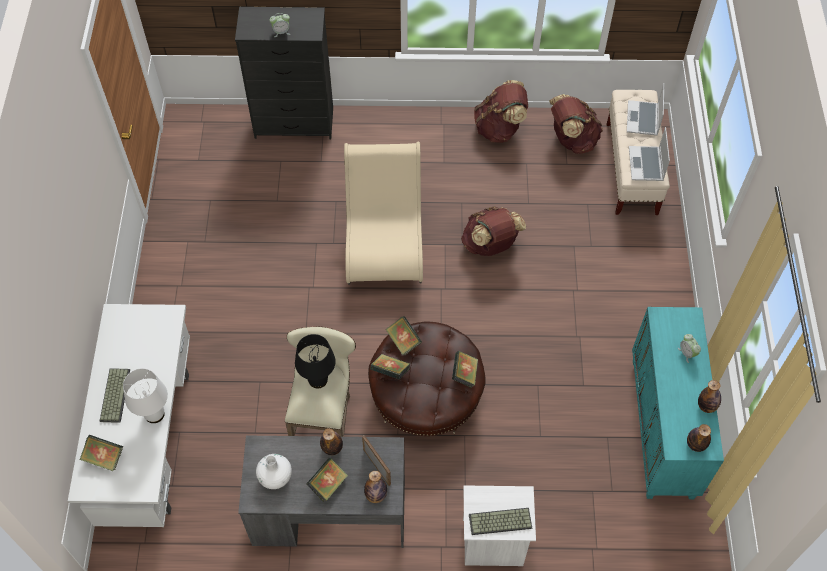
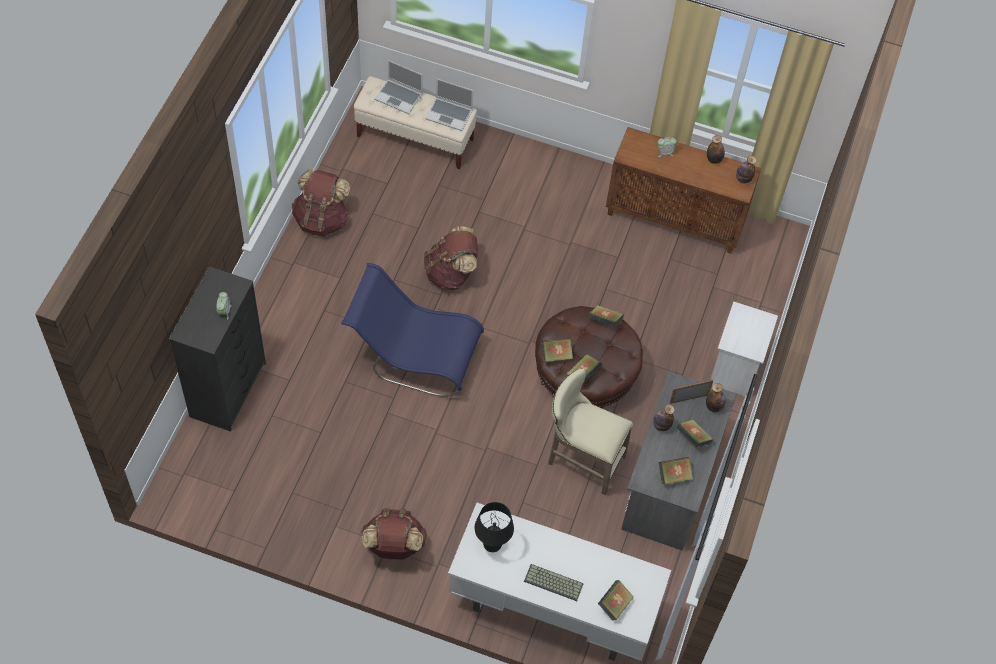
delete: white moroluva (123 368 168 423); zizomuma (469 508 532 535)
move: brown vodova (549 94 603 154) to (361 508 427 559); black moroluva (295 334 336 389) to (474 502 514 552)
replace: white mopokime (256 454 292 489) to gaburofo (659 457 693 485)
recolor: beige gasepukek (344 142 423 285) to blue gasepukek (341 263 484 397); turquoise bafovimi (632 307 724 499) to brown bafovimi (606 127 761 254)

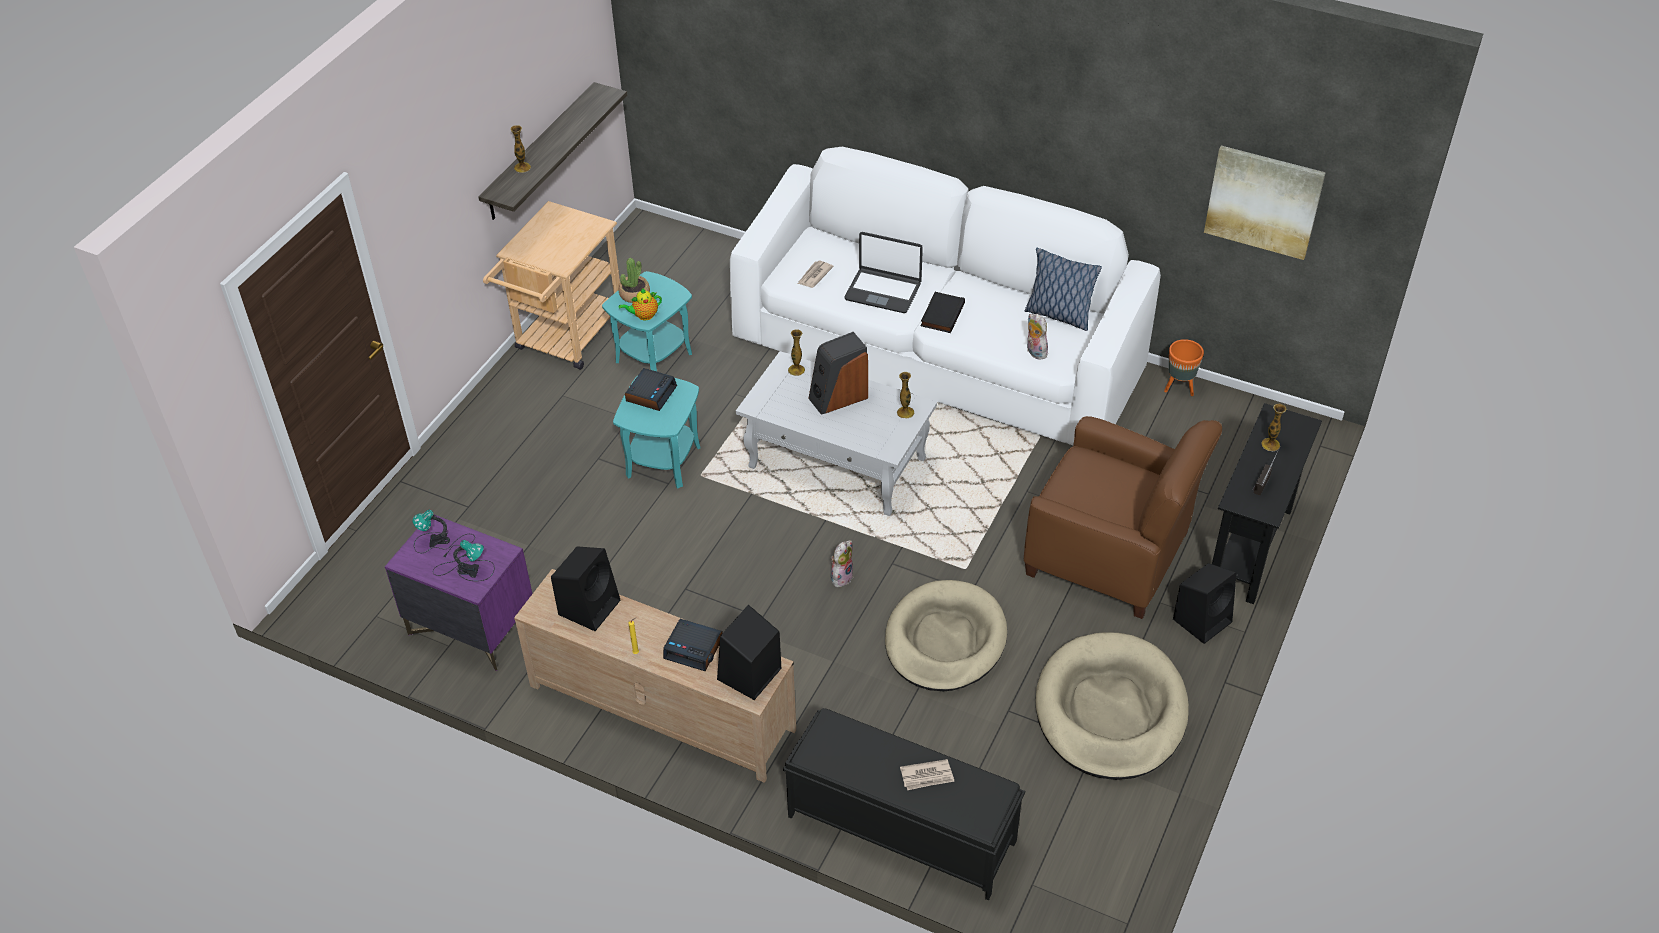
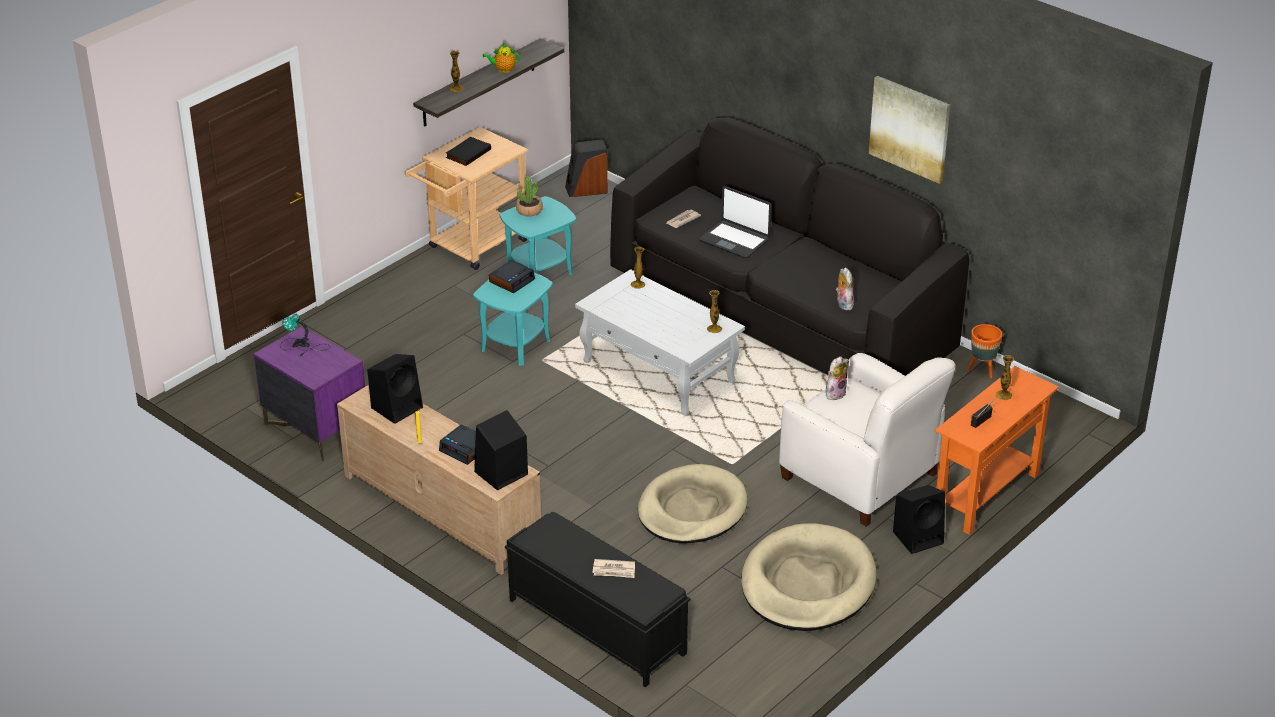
delete: moroluva (433 540 495 581); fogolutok (1024 248 1102 331)
move: black gaburofo (921 292 965 333) to (446 137 491 166); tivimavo (619 288 662 320) to (483 43 520 73); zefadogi (808 332 868 415) to (565 139 608 197); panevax (831 540 854 588) to (826 356 849 400); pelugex (1204 146 1326 260) to (869 76 950 184)
recolor: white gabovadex (730 147 1161 445) to black gabovadex (610 117 969 378); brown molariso (1024 416 1222 619) to white molariso (779 353 955 527); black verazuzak (1212 403 1322 604) to orange verazuzak (935 366 1059 535)

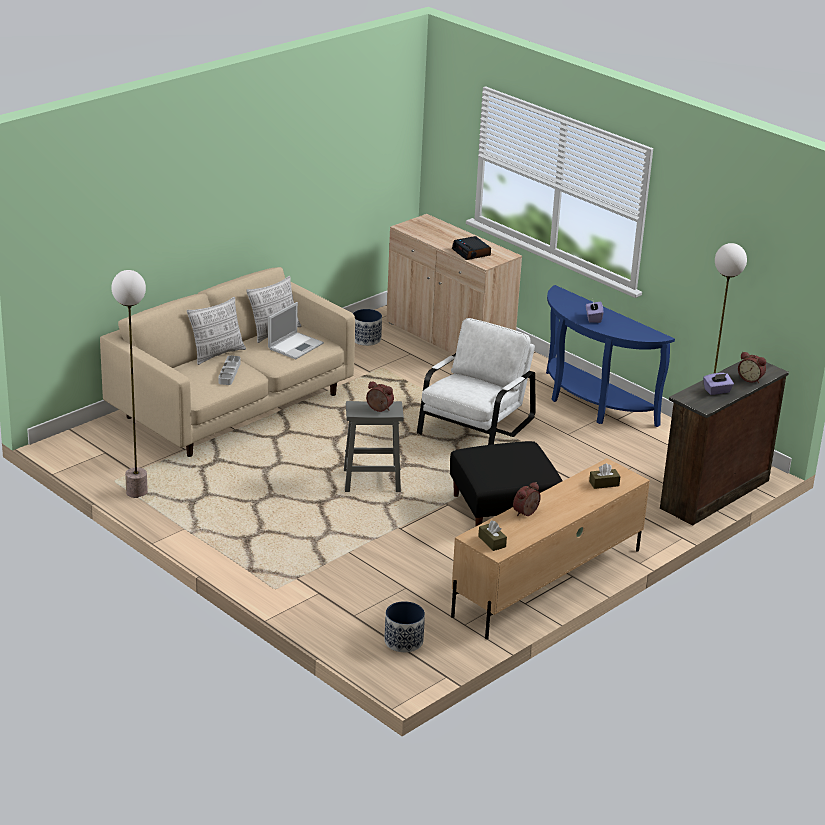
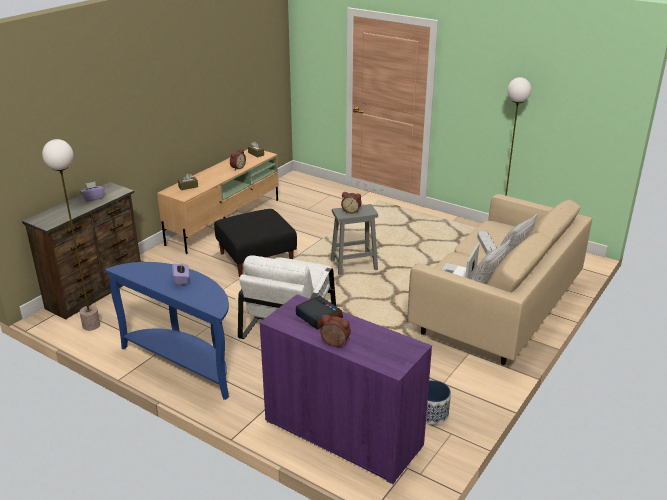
delete: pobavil (384 601 425 652)
move: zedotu (738 352 766 383) to (320 315 351 347)
recolor: beige bafovimi (386 214 522 355) to purple bafovimi (259 294 432 484)

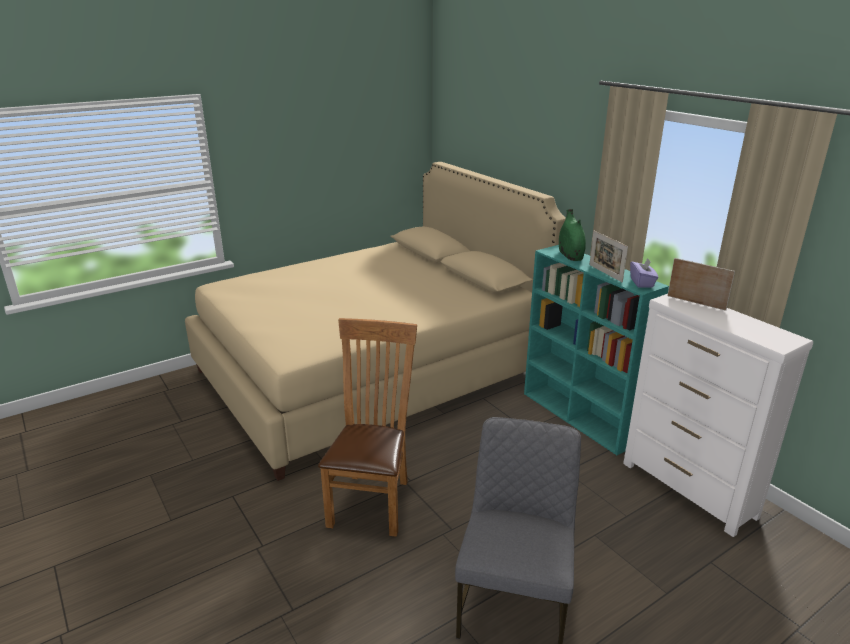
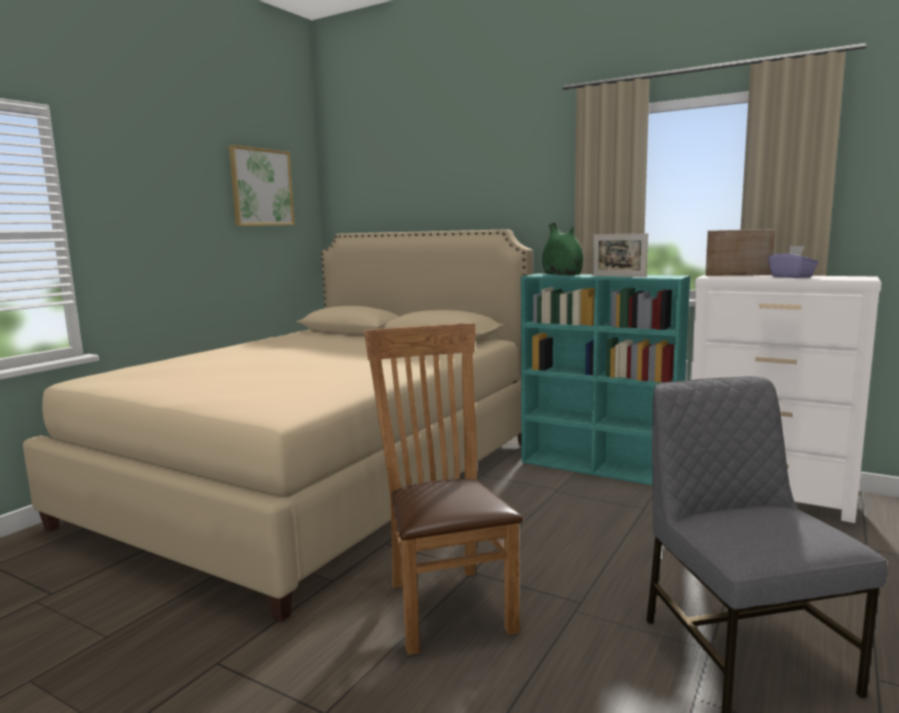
insert: pelugex (229 145 295 226)
move: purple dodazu (630 258 658 288) to (768 246 819 278)

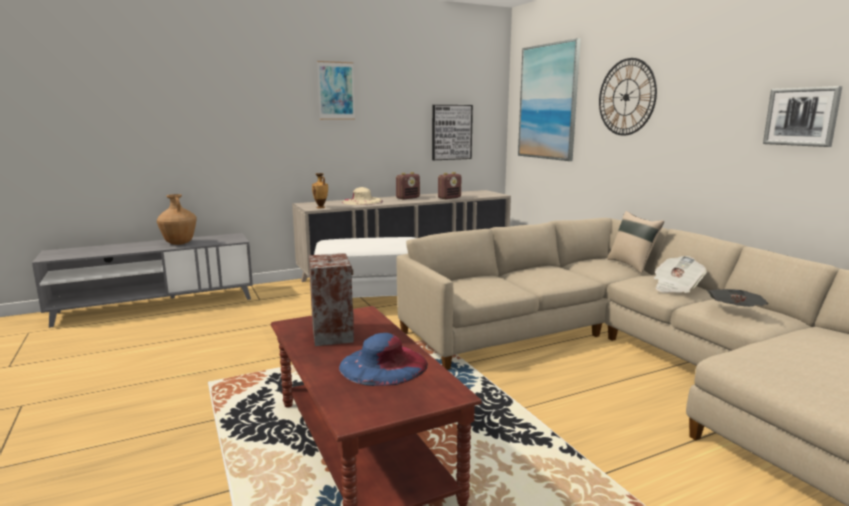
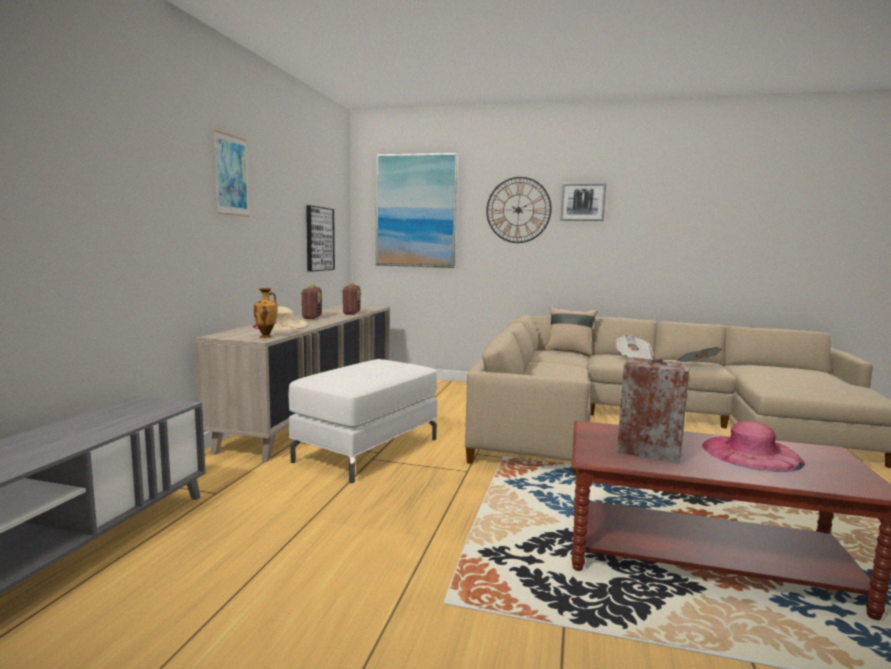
delete: brown mopokime (157 194 197 245)
move: pelugex (763 86 842 147) to (560 183 606 221)
recolor: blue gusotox (339 333 428 386) to pink gusotox (702 421 805 472)

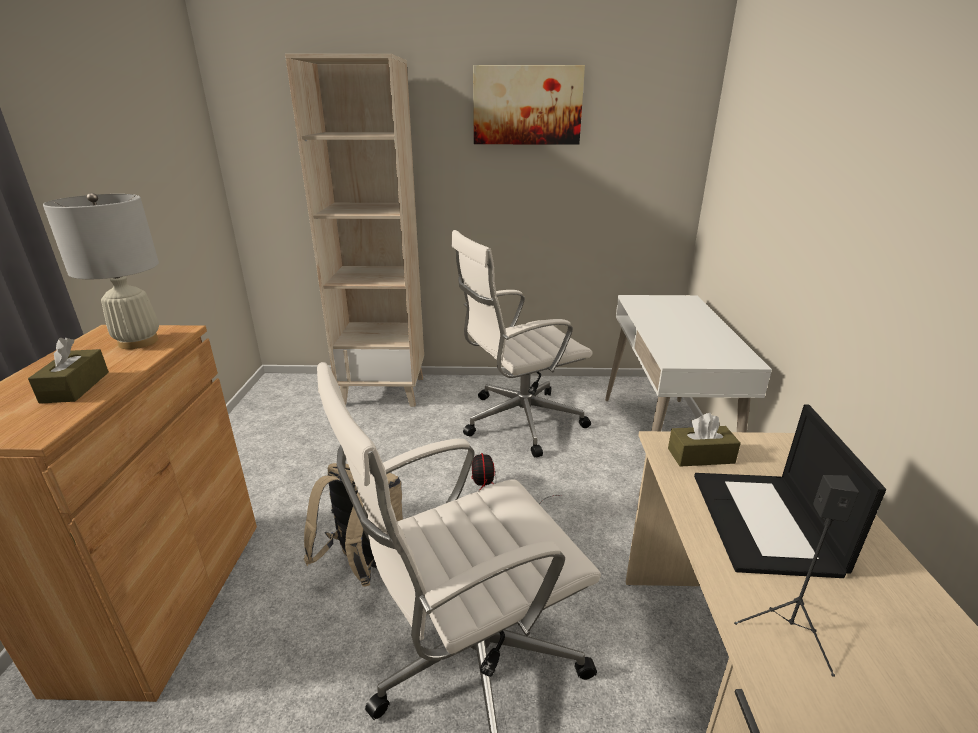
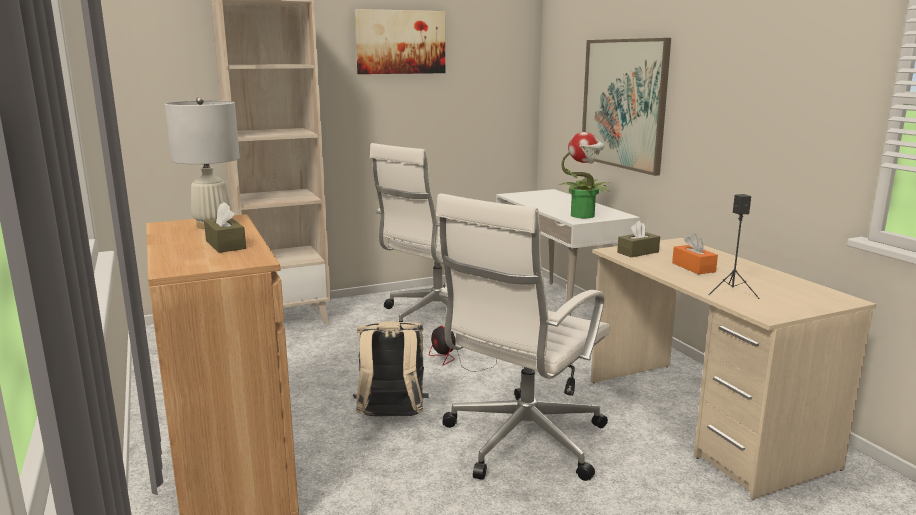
insert: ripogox (559 132 610 218); pelugex (582 38 671 176)
replace: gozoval (694 404 886 578) to orange dodazu (672 234 718 274)

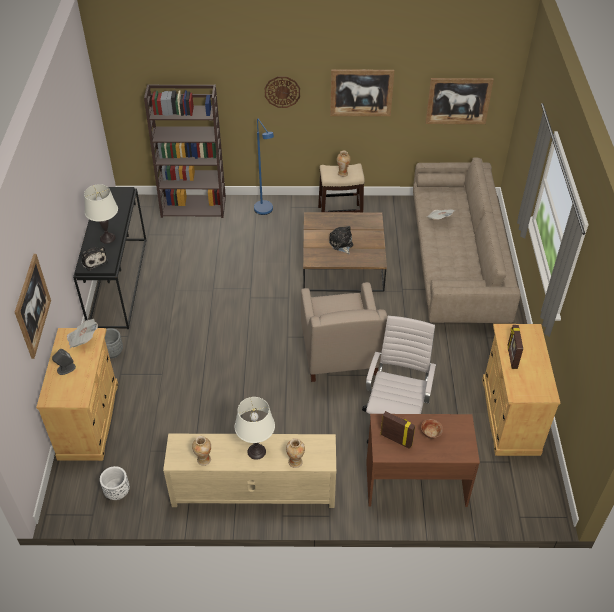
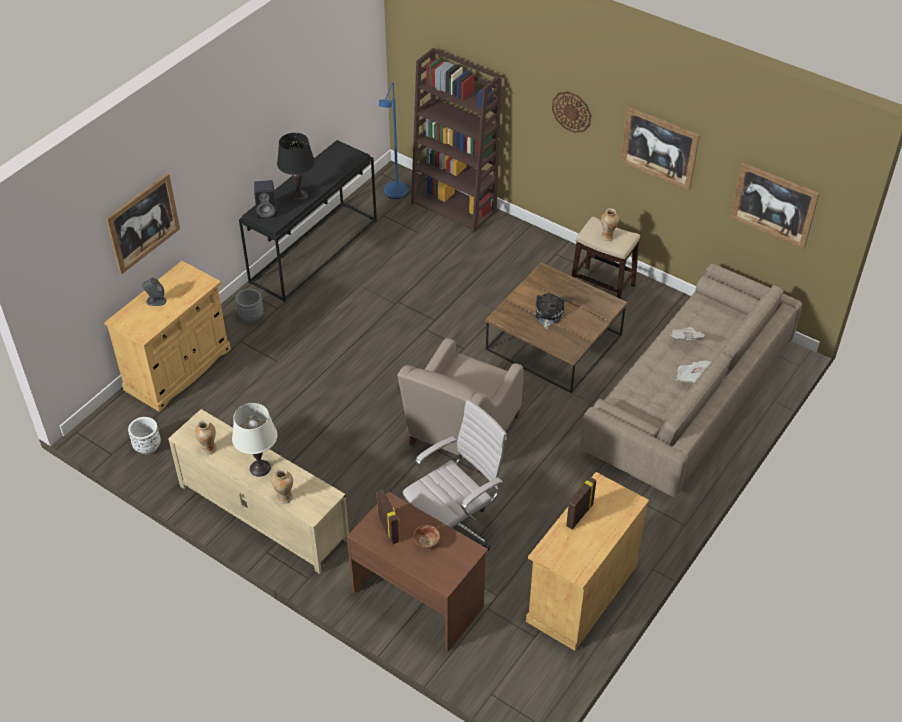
move: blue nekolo (254 119 274 215) to (379 82 407 199); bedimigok (67 319 98 348) to (676 360 711 383)
replace: panevax (81 246 108 271) to black zefadogi (254 180 277 218)
recolor: white moroluva (84 184 118 244) to black moroluva (277 133 315 201)

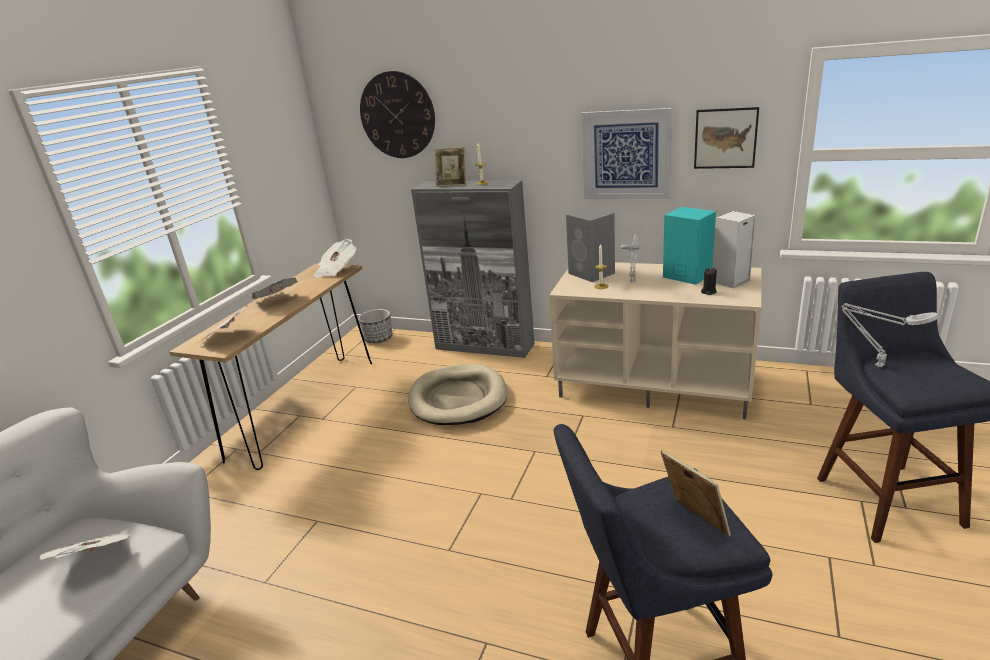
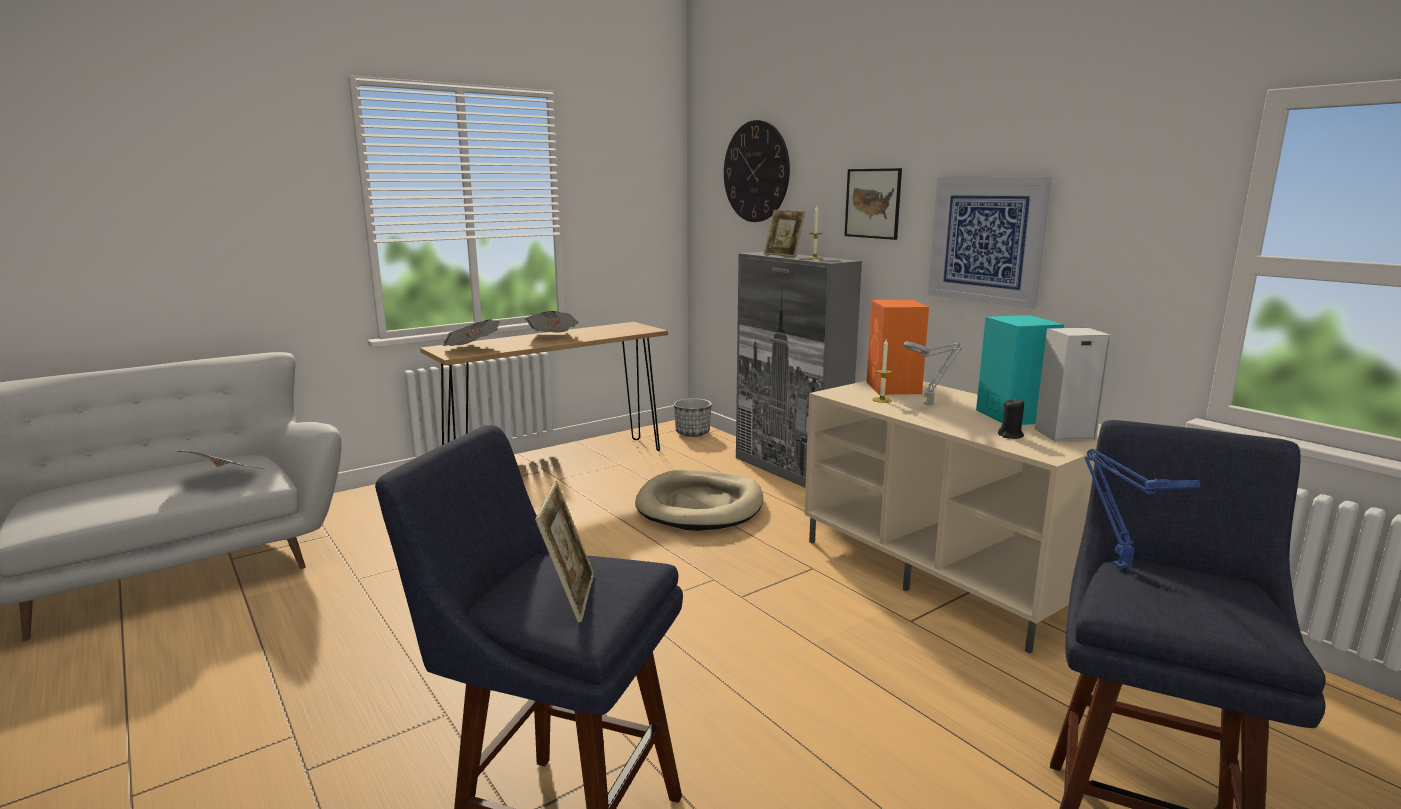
delete: bedimigok (314 239 356 278)
move: pelugex (694 107 759 169) to (844 168 902 240)
recolor: grey zefadogi (566 207 615 282) to orange zefadogi (866 300 929 395); grey moroluva (841 303 938 367) to blue moroluva (1085 449 1200 569)

